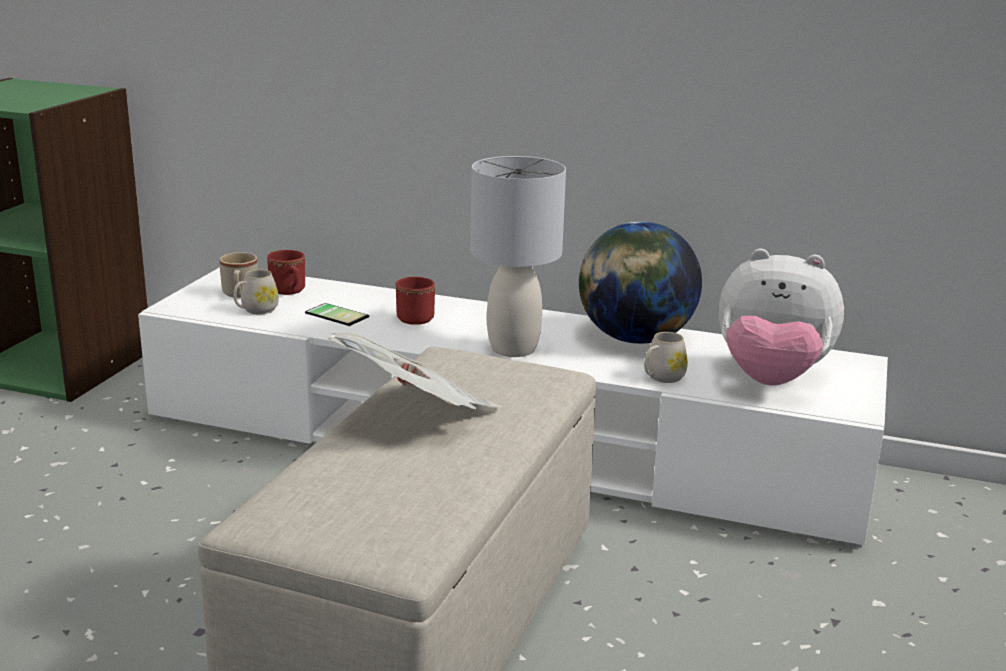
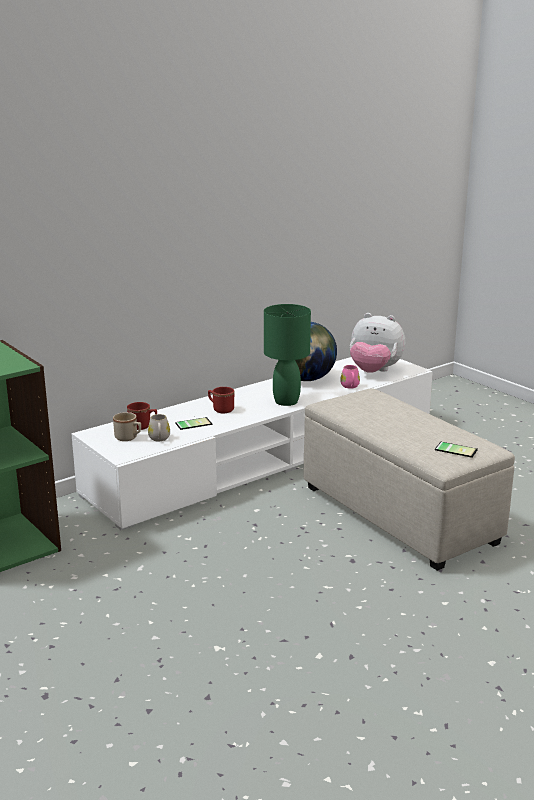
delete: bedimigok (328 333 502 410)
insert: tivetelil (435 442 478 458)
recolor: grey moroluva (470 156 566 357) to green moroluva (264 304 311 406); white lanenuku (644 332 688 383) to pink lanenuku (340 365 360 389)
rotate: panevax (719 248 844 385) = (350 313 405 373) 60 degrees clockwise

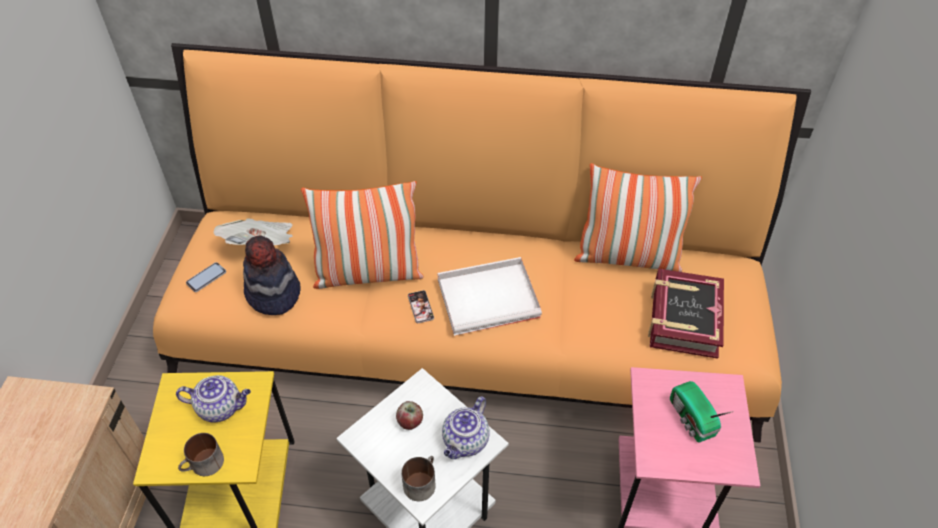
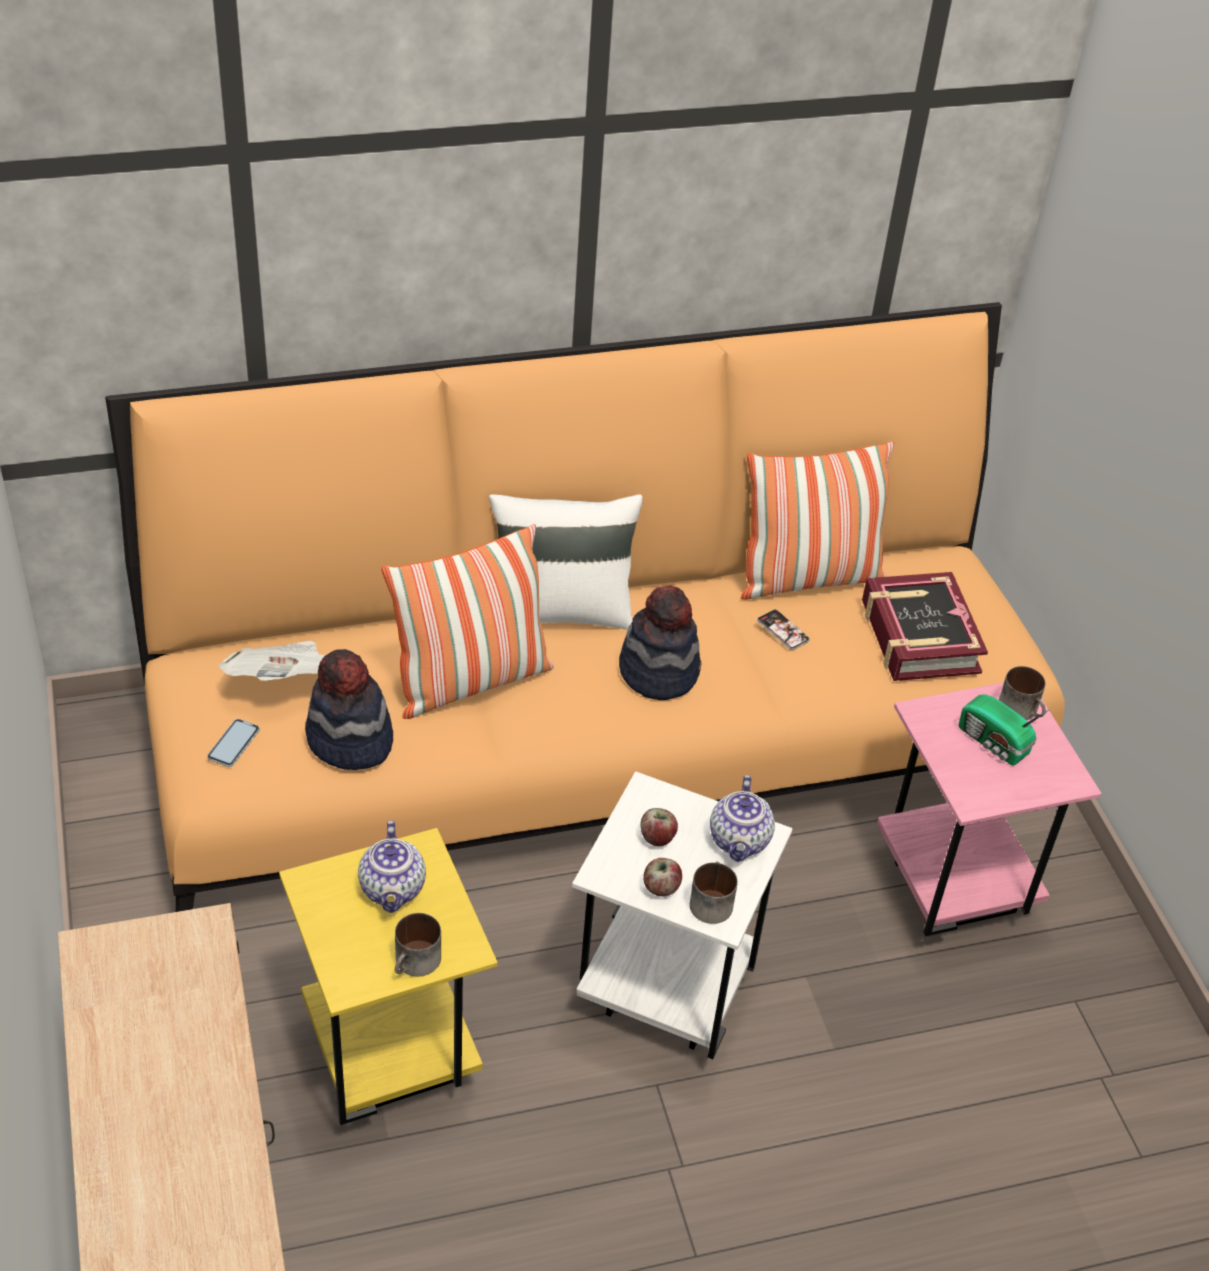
insert: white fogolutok (489 494 643 630); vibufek (643 858 682 896); lanenuku (999 666 1046 720)
move: tivetelil (408 290 434 323) to (757 609 810 650)
replace: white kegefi (438 257 542 336) to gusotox (619 585 701 700)
rotate: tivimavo (176 375 251 423) = (358 820 426 913) 105 degrees clockwise

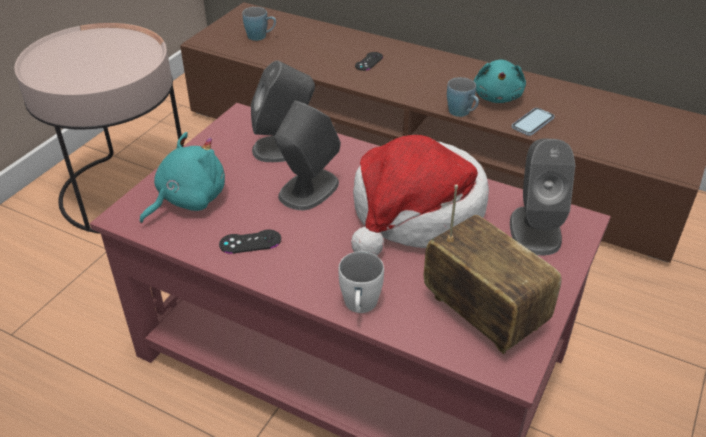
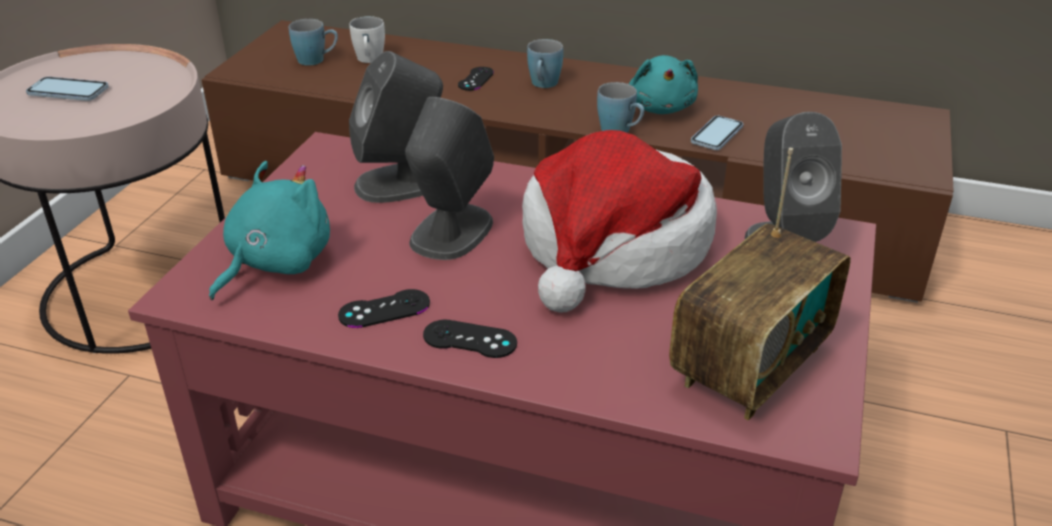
insert: tivetelil (26 77 109 101); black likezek (423 319 517 358); blue lanenuku (527 39 563 88)
move: white lanenuku (338 251 384 313) to (349 16 385 63)
rotate: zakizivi (424 184 561 354) = (669 148 851 420) 90 degrees clockwise

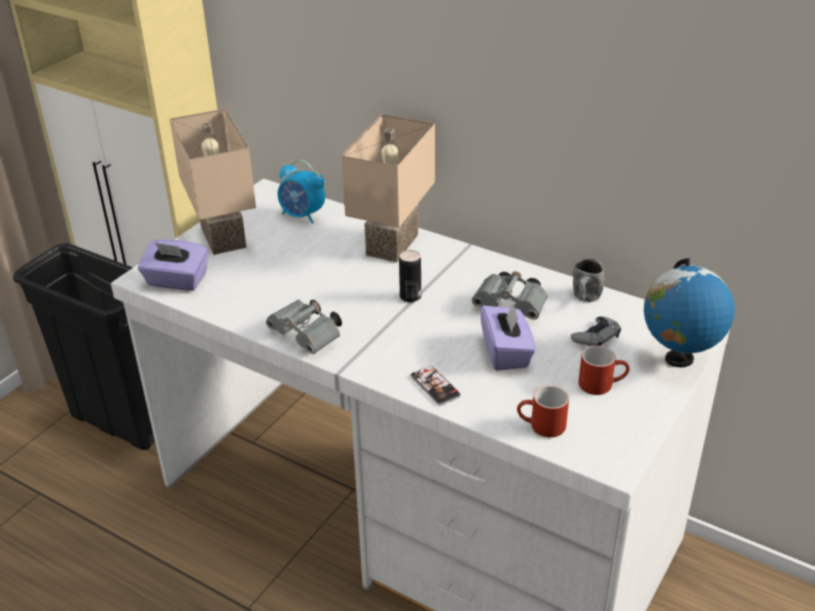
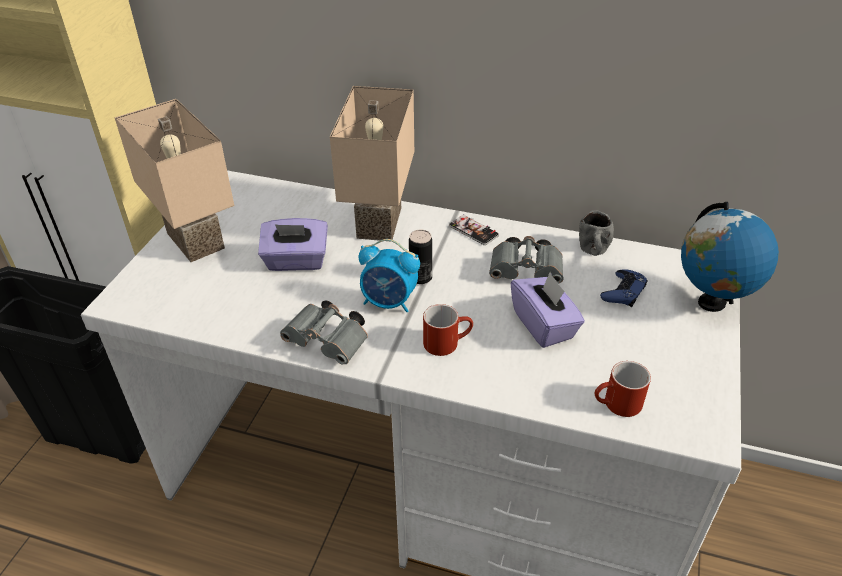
move: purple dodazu (138 240 209 291) to (258 218 328 271); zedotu (278 160 325 224) to (359 239 420 312); red lanenuku (578 345 629 395) to (423 304 473 356); tivetelil (410 365 461 405) to (449 214 499 245)
recolor: grey likezek (571 316 621 346) to blue likezek (600 269 648 307)

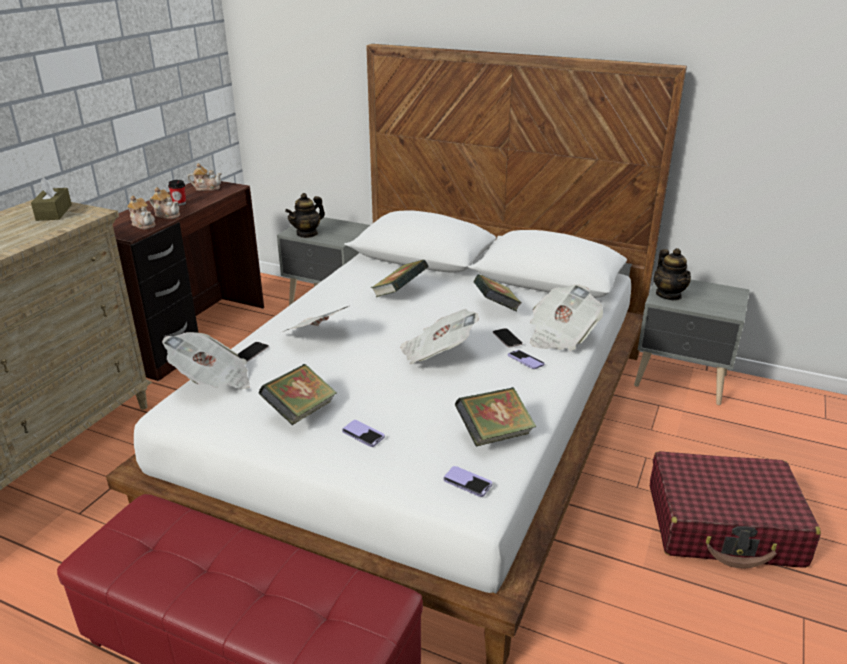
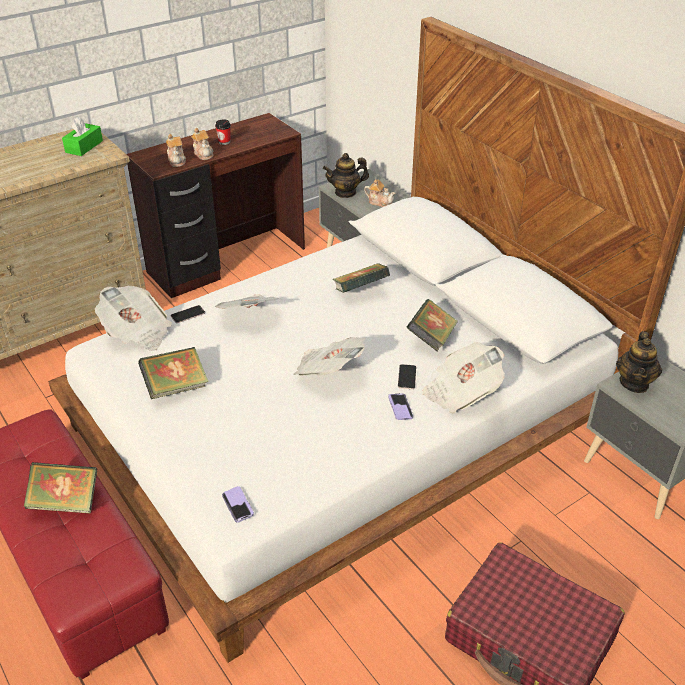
delete: tivetelil (342 420 385 447)
move: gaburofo (455 387 537 446) to (24 462 97 514); tivimavo (187 163 222 191) to (364 179 395 207)
recolor: brown dodazu (31 177 72 221) to green dodazu (62 116 103 156)

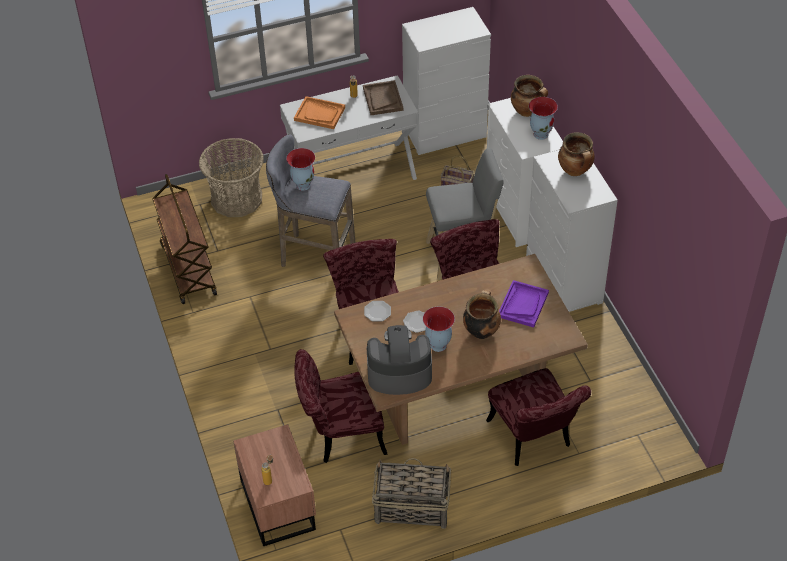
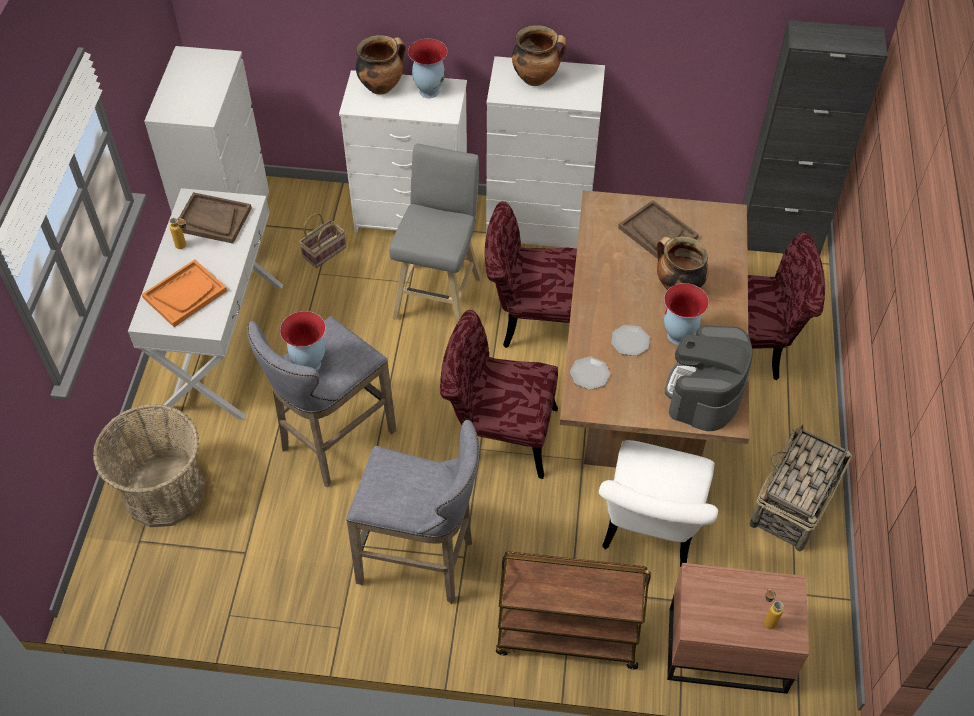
insert: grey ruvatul (346 420 479 604); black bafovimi (742 20 888 255)
move: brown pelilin (152 174 217 304) to (496 551 651 670)
recolor: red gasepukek (294 349 387 463) to white gasepukek (599 440 718 567); purple kegefi (499 280 549 327) to brown kegefi (618 200 699 259)

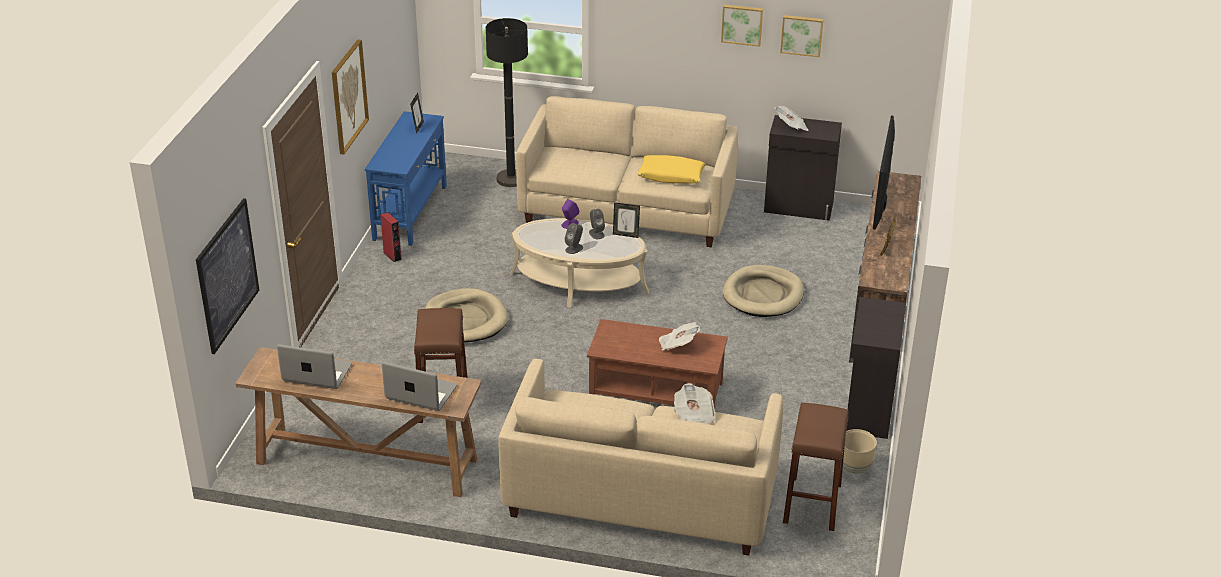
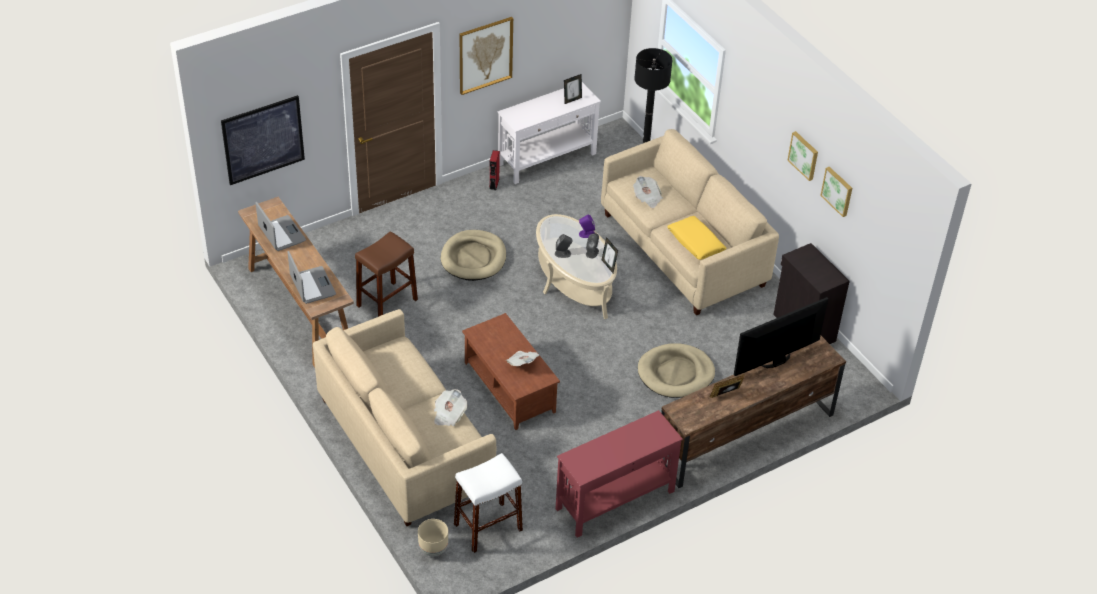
move: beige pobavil (843 429 877 474) to (418 519 448 556); bedimigok (774 106 809 131) to (633 176 663 208)
replace: black bafovimi (846 297 906 439) to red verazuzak (556 410 683 538)
recolor: brown ruvatul (783 403 849 531) to white ruvatul (454 453 523 553); blue verazuzak (365 111 447 246) to white verazuzak (498 82 601 184)

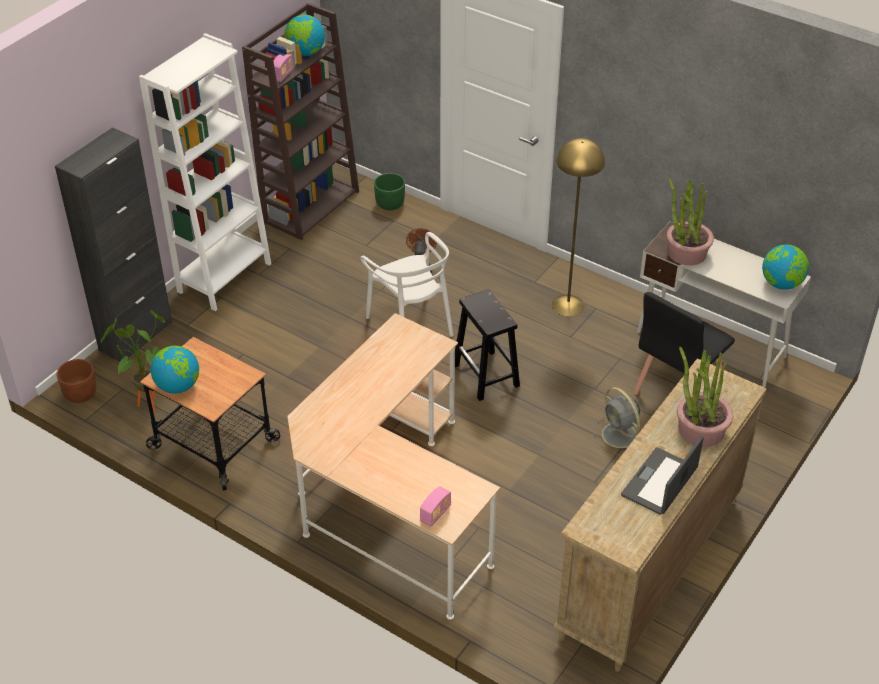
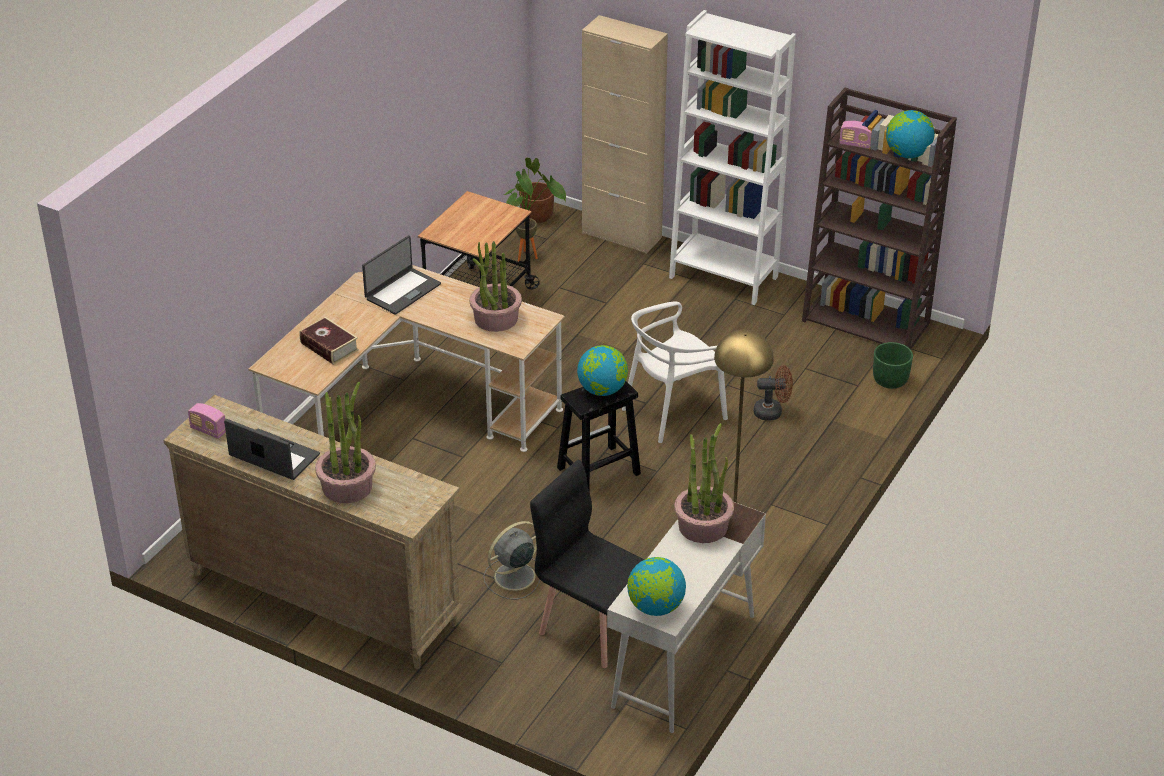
insert: gaburofo (300 317 359 365); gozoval (362 235 441 315); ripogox (469 241 522 332)
move: zakizivi (420 486 451 527) to (188 403 226 439); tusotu (150 346 199 394) to (577 345 628 396)
recolor: black bafovimi (55 127 172 362) to beige bafovimi (582 15 668 254)

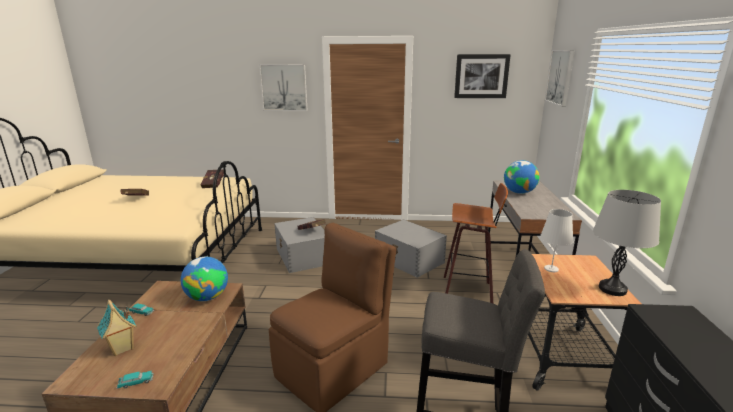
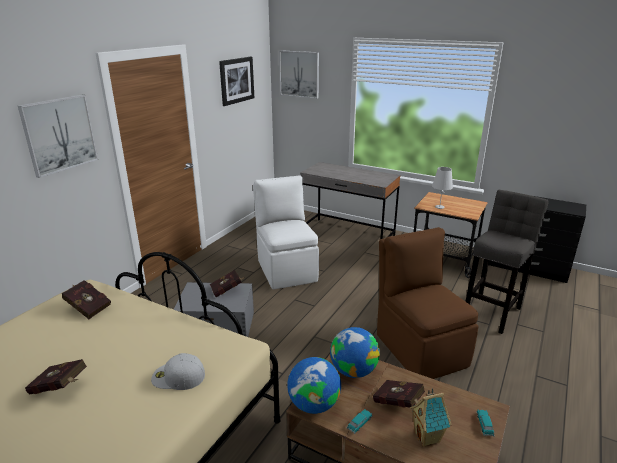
delete: ruvatul (444 183 508 303); grey moroluva (593 190 661 296)
insert: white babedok (151 353 205 390); red gaburofo (373 380 425 408)
move: tusotu (504 160 539 194) to (287 357 341 414)
replace: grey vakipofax (375 219 447 278) to white gasepukek (253 175 319 289)

